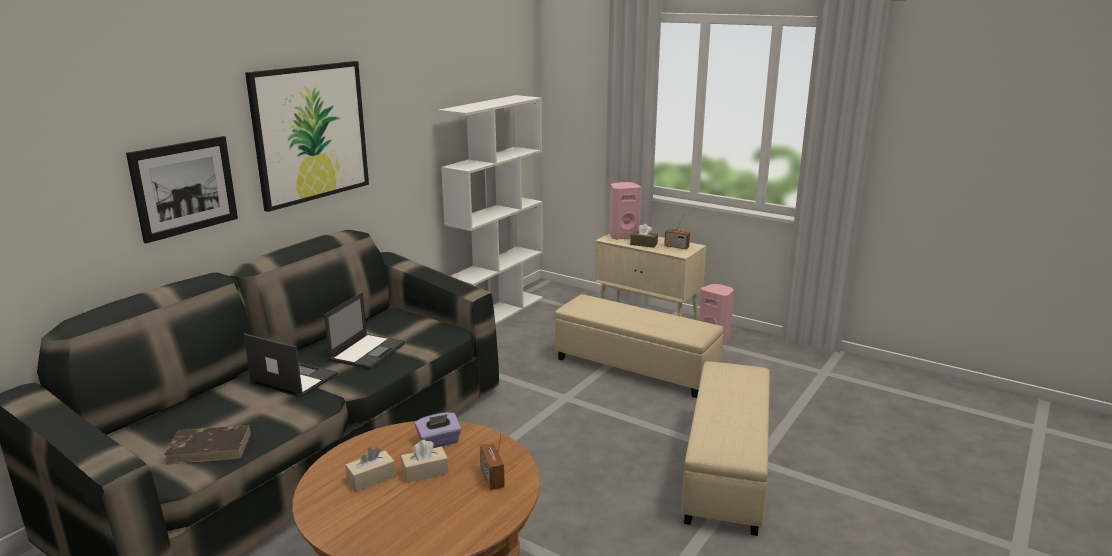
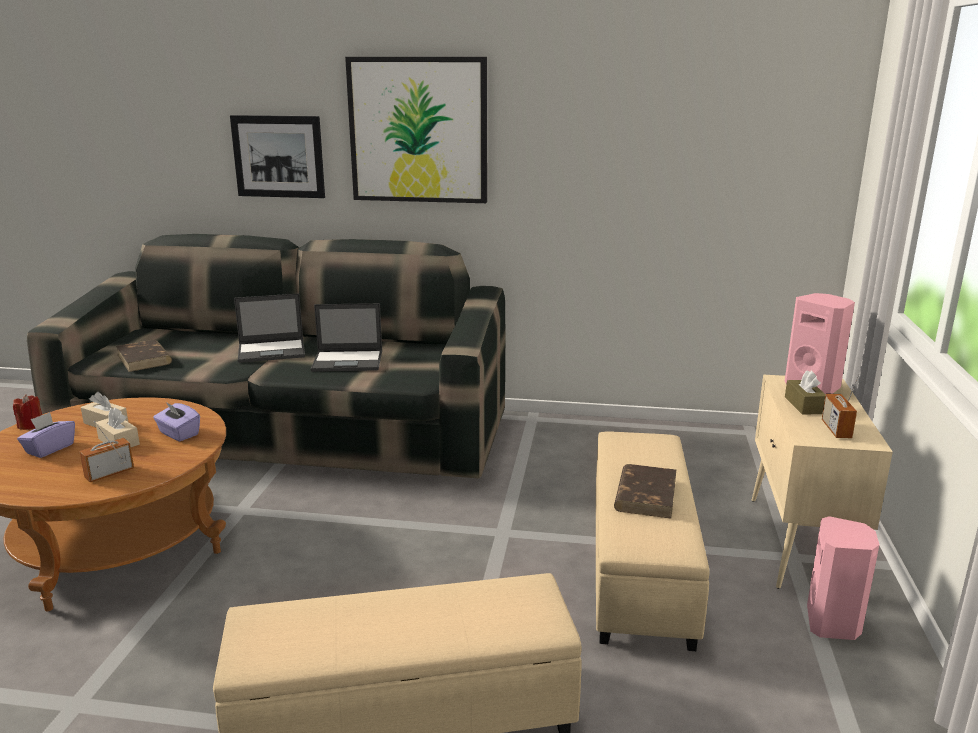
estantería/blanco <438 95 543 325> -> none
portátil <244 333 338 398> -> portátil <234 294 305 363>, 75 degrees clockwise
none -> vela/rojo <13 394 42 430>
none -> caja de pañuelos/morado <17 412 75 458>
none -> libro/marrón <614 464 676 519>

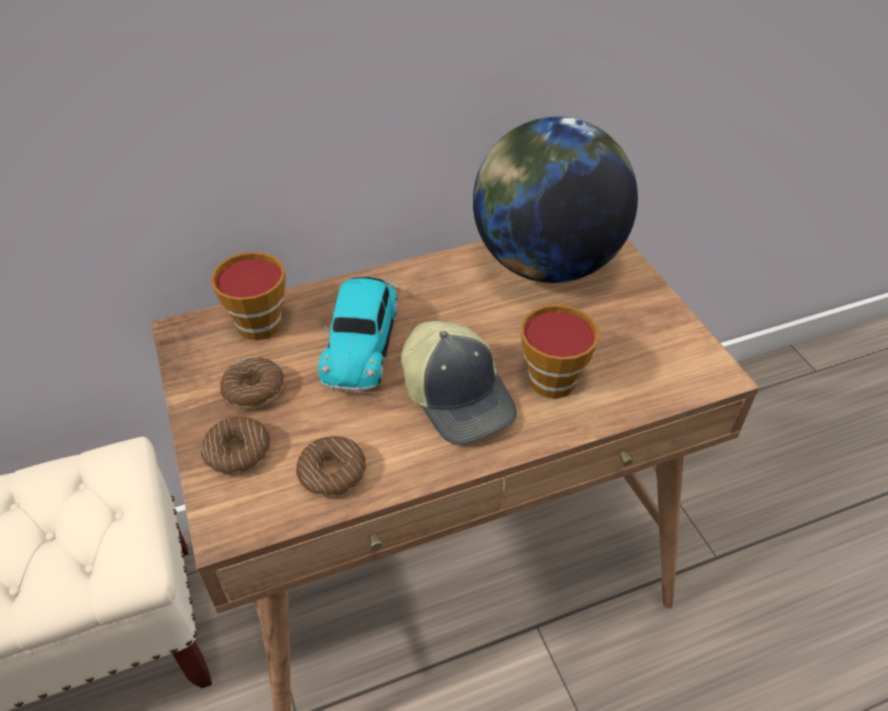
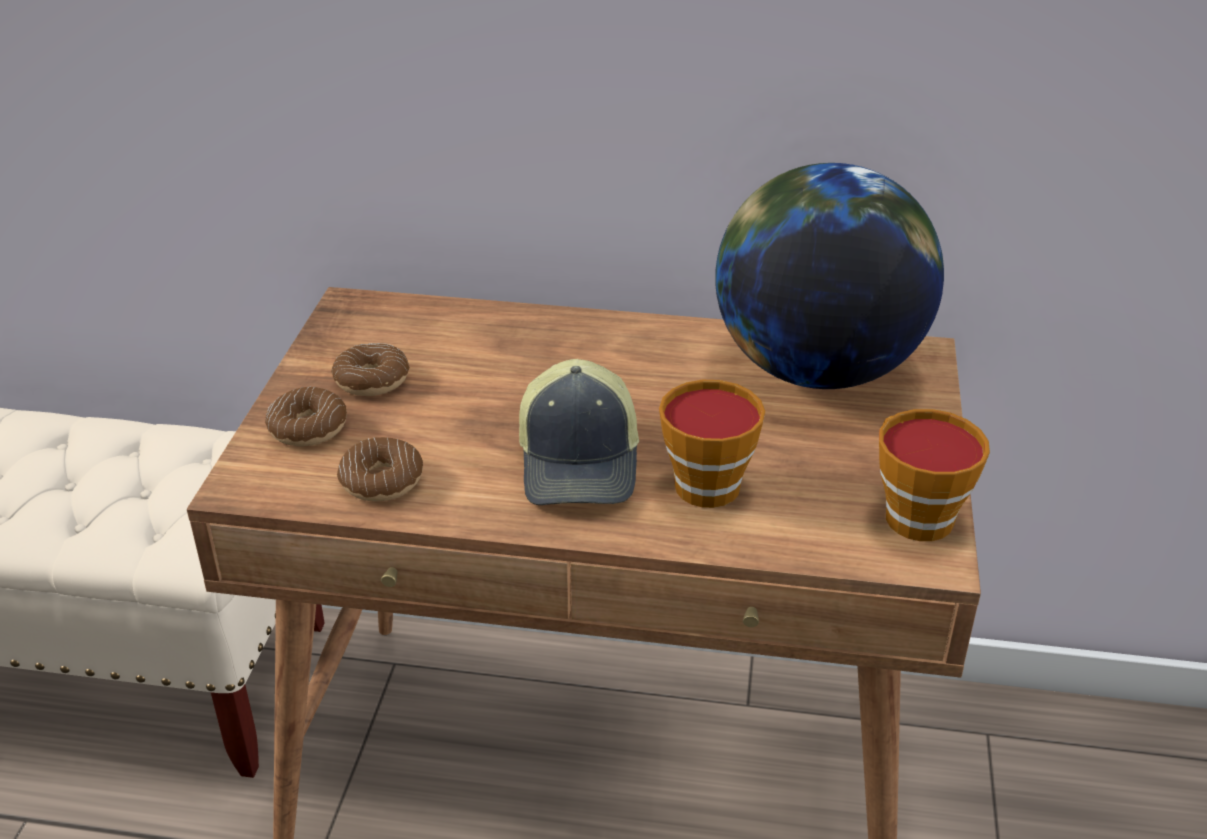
taza <211 252 285 340> -> taza <879 409 990 541>, move
coche de juguete <318 277 399 393> -> none

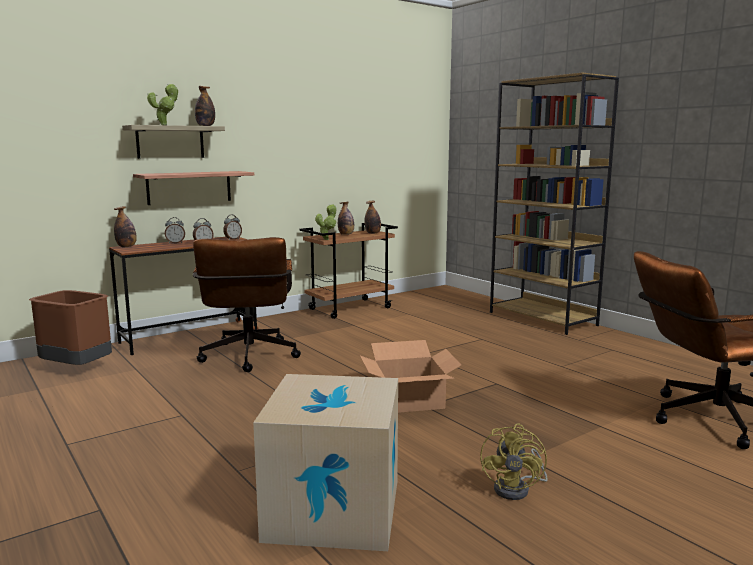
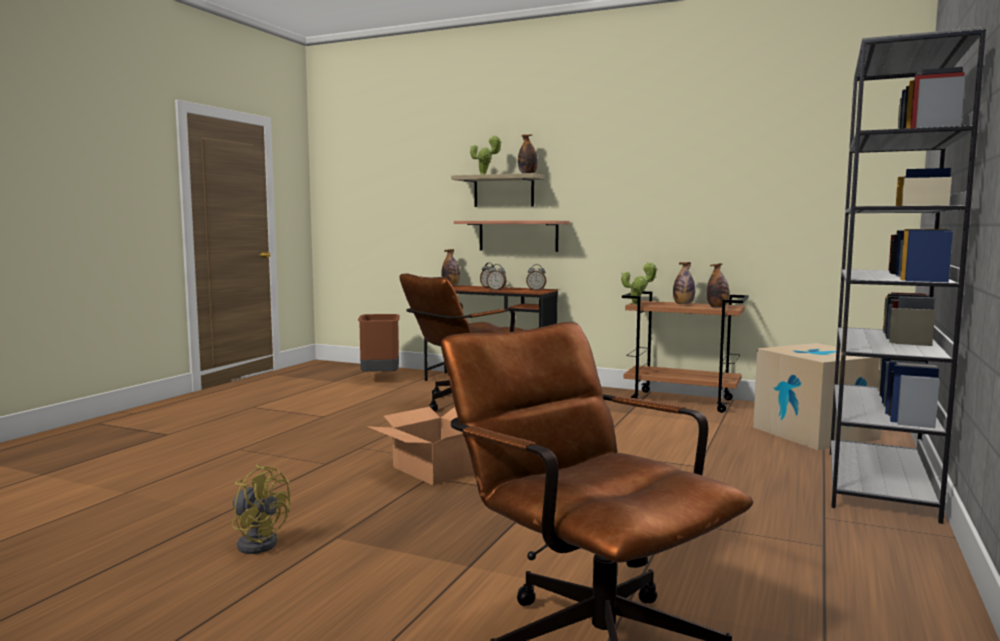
estantería/marrón <490 73 619 335> -> estantería/gris <830 27 986 524>
caja de cartón <253 374 398 551> -> caja de cartón <753 343 881 450>, move
ventilador/amarillo <480 423 547 500> -> ventilador/amarillo <232 465 290 554>, 135 degrees counterclockwise

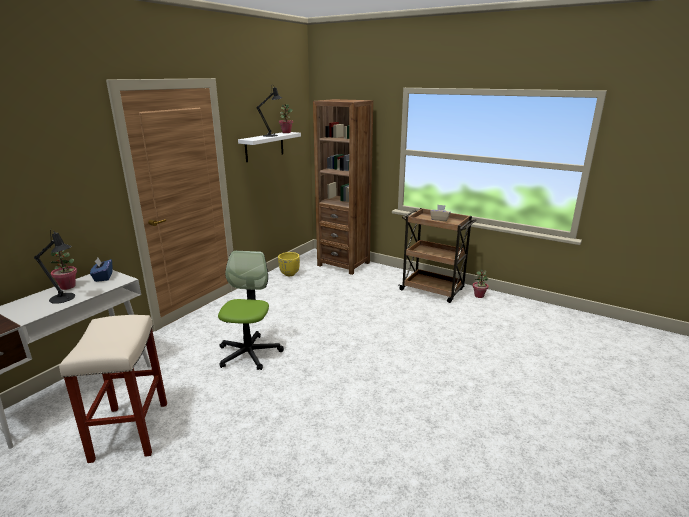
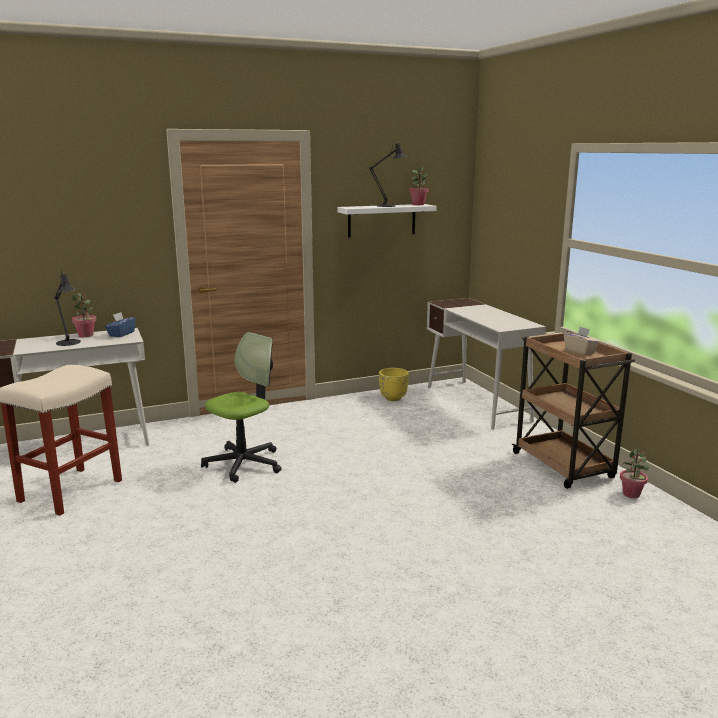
estantería/marrón <313 99 373 275> -> escritorio/blanco <427 298 546 430>

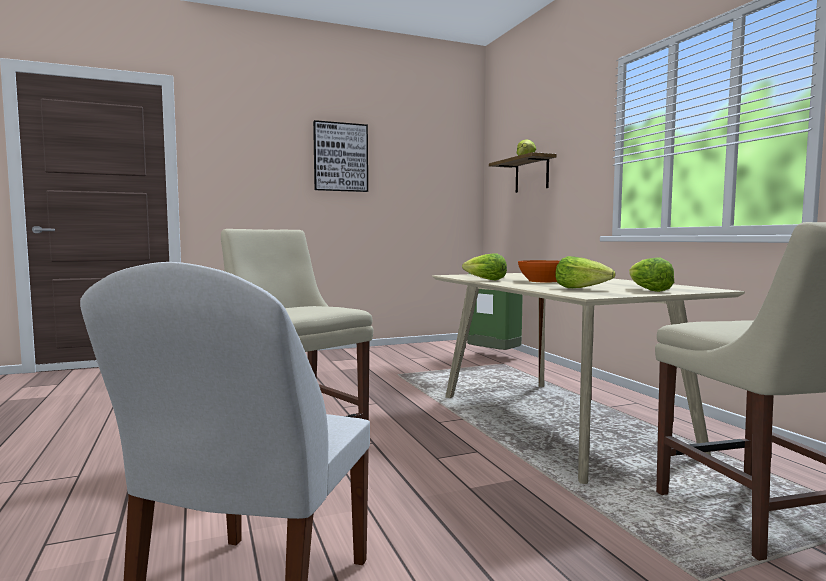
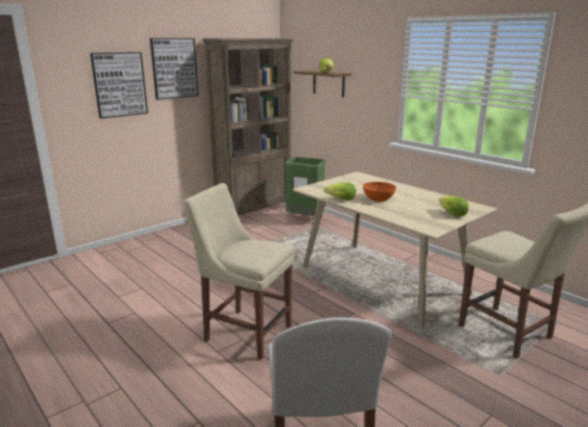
lechuga <555 256 615 288> -> none
none -> estantería/marrón <202 38 294 216>
none -> cuadro <90 52 148 119>

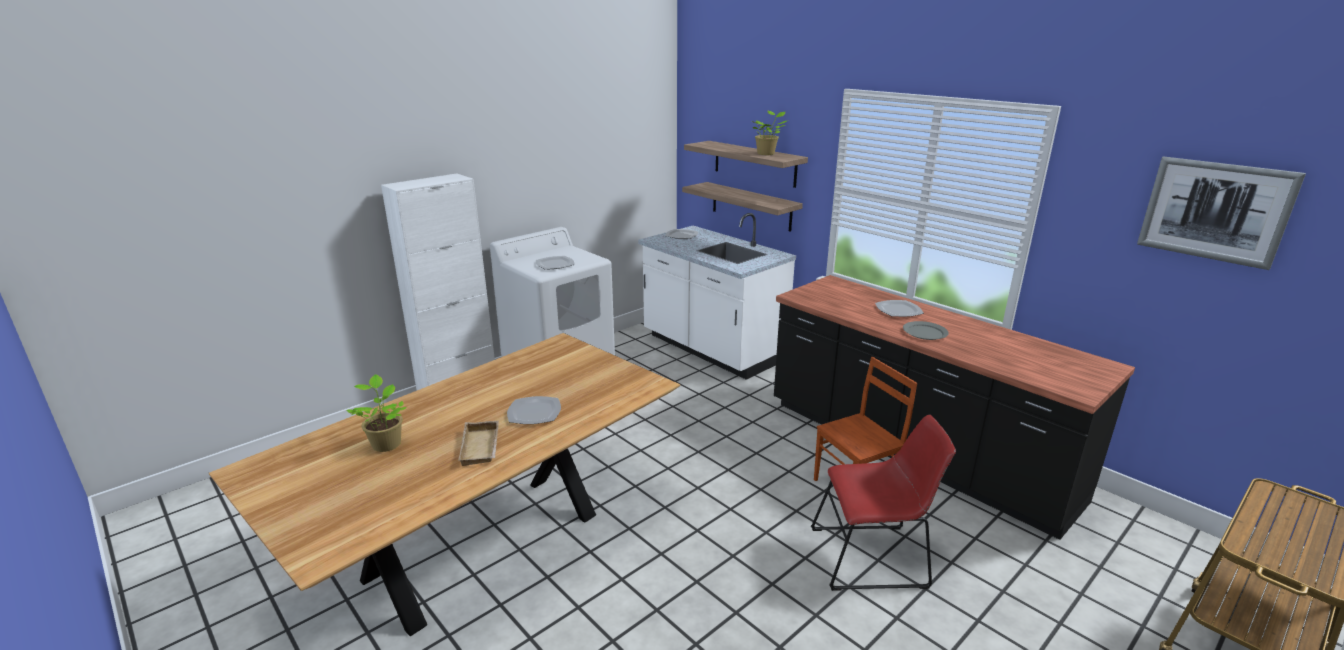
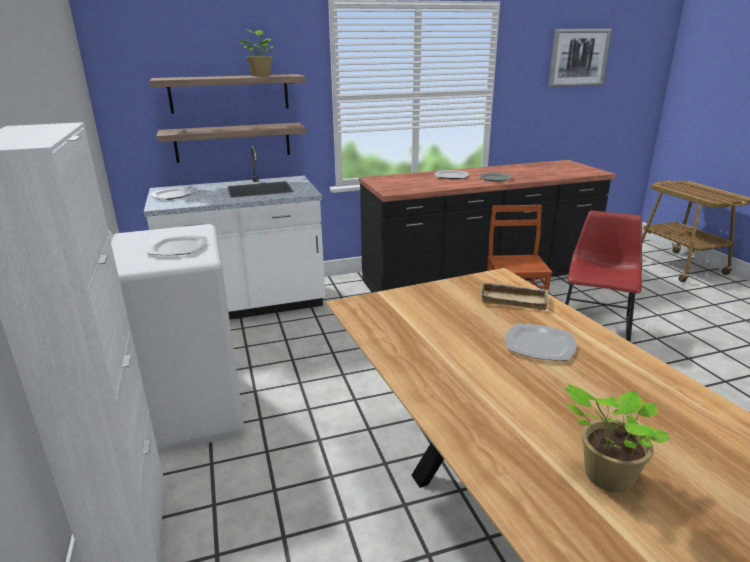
bandeja/beis <458 420 499 466> -> bandeja/beis <480 282 549 310>, move

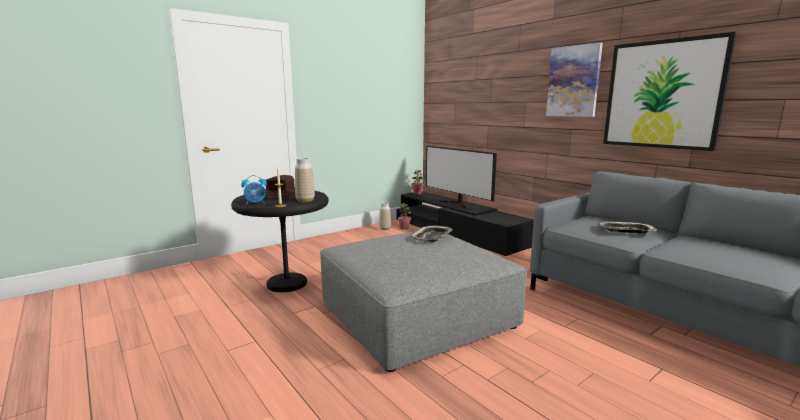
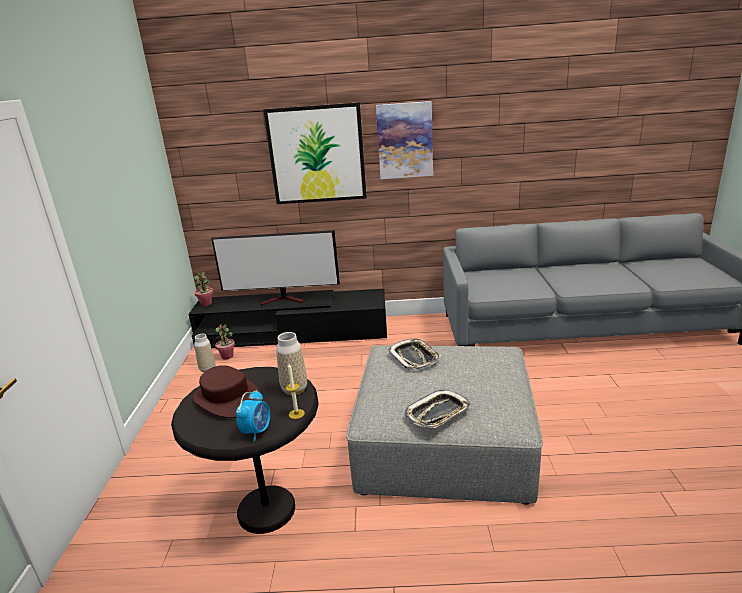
cuadro <603 32 737 151> -> cuadro <263 102 367 204>, move
bandeja <598 221 658 234> -> bandeja <404 390 471 428>, move

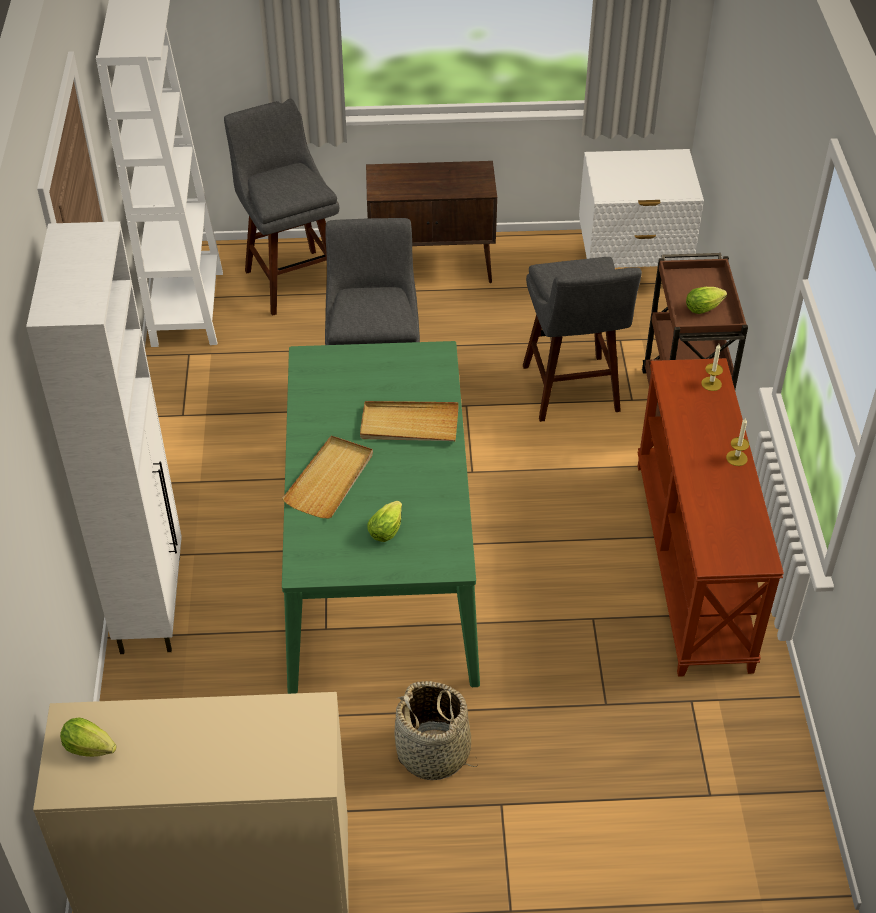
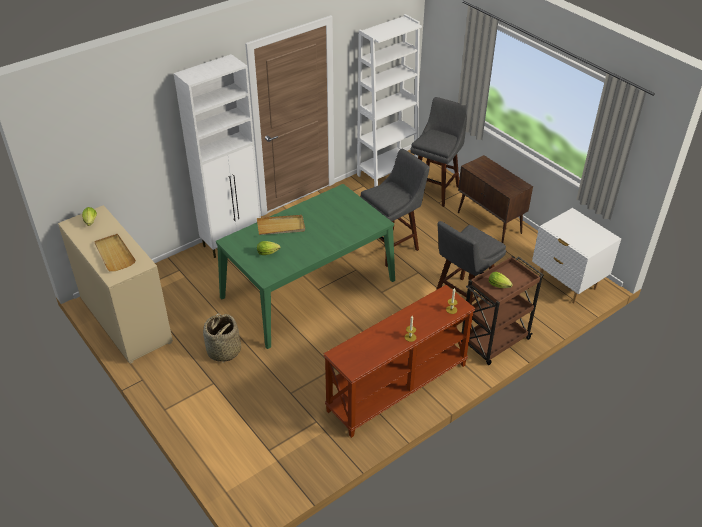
bandeja/beis <360 401 459 441> -> bandeja/beis <94 234 136 272>, move

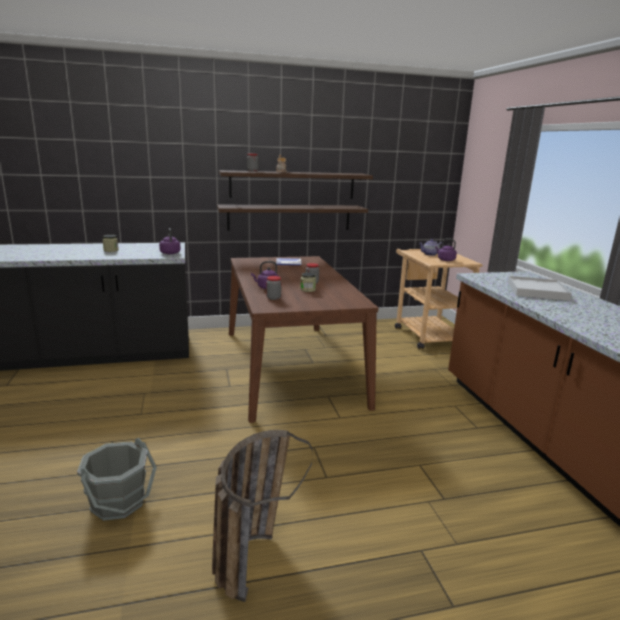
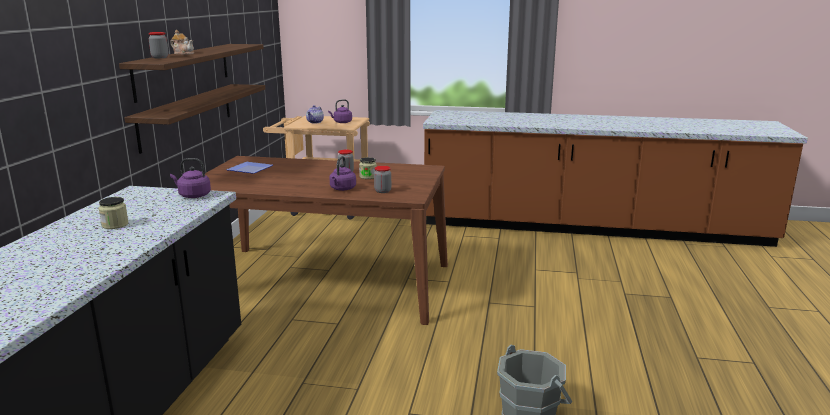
bandeja/blanco <508 276 572 300> -> none
cesta <212 430 313 602> -> none

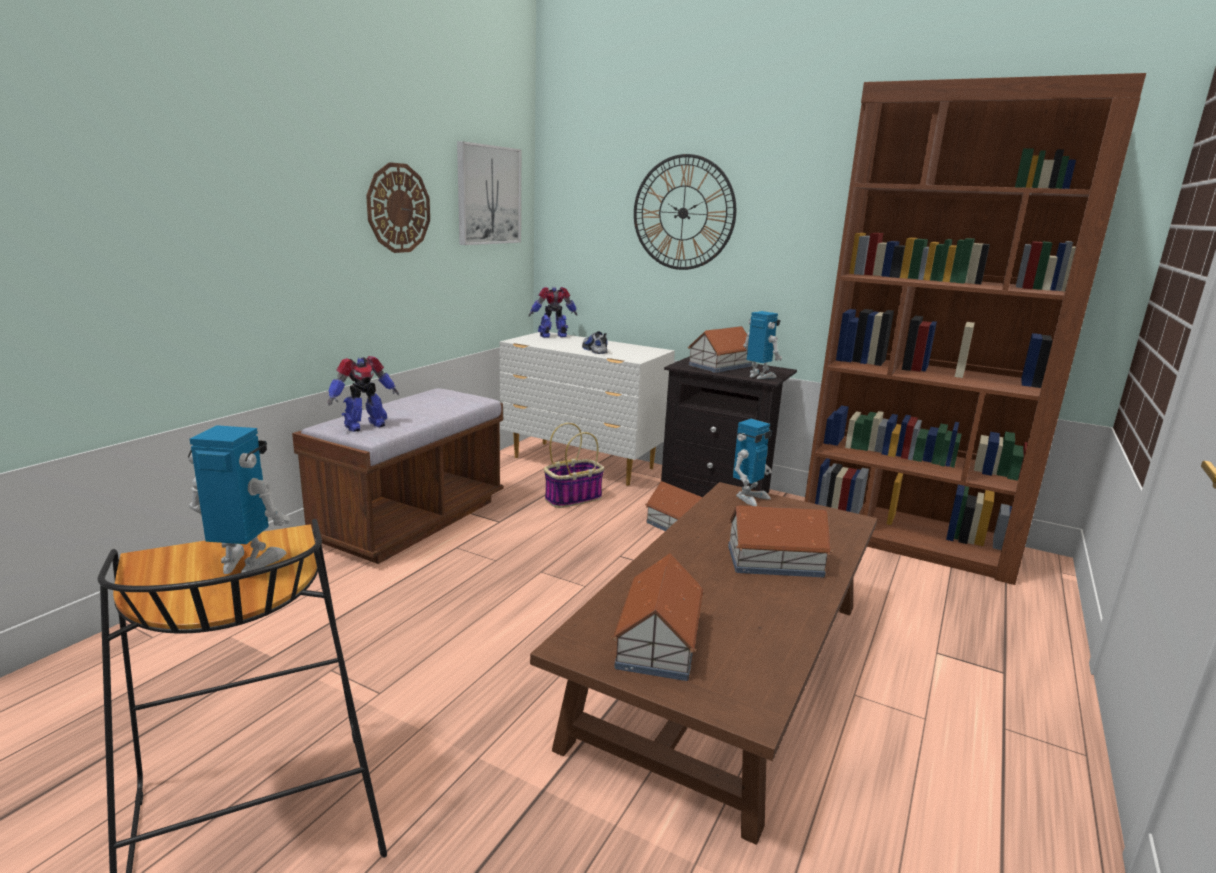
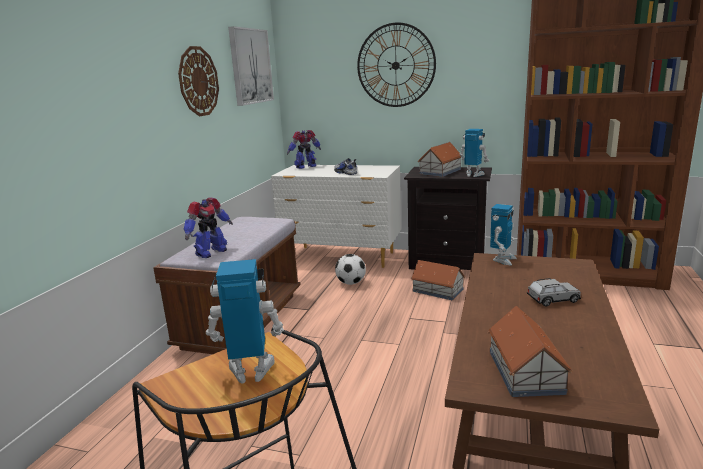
cesta <544 423 604 508> -> balón de fútbol <335 254 366 285>
casita <728 505 833 577> -> coche de juguete/gris <527 278 581 306>

